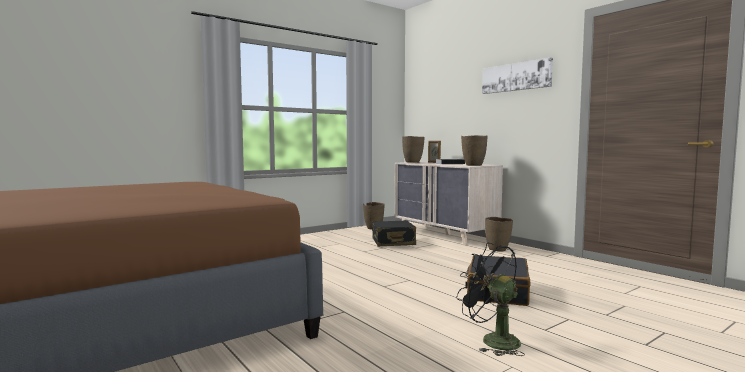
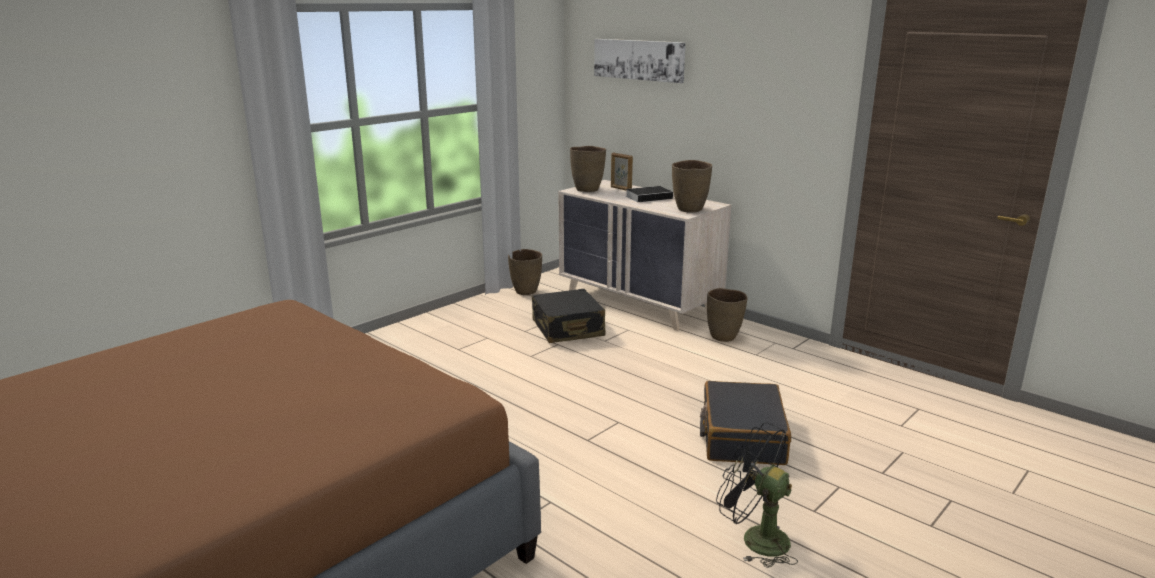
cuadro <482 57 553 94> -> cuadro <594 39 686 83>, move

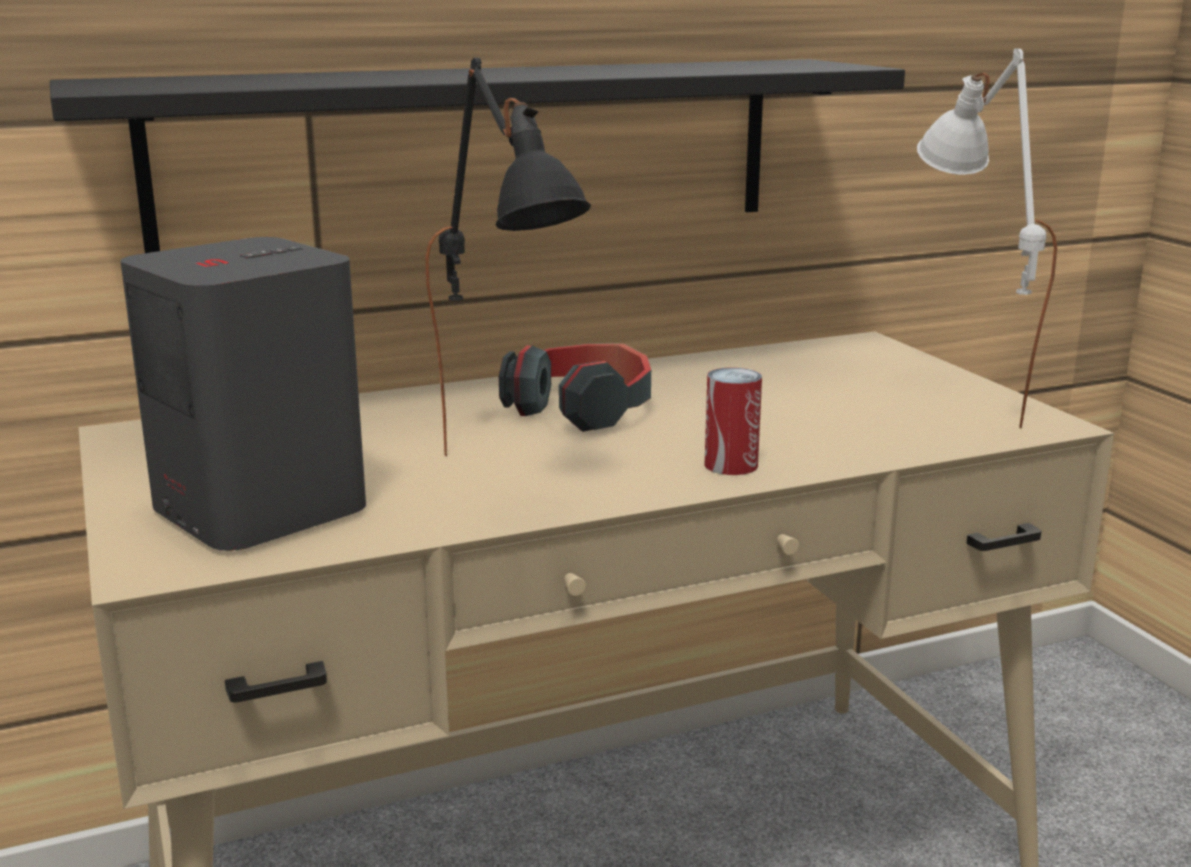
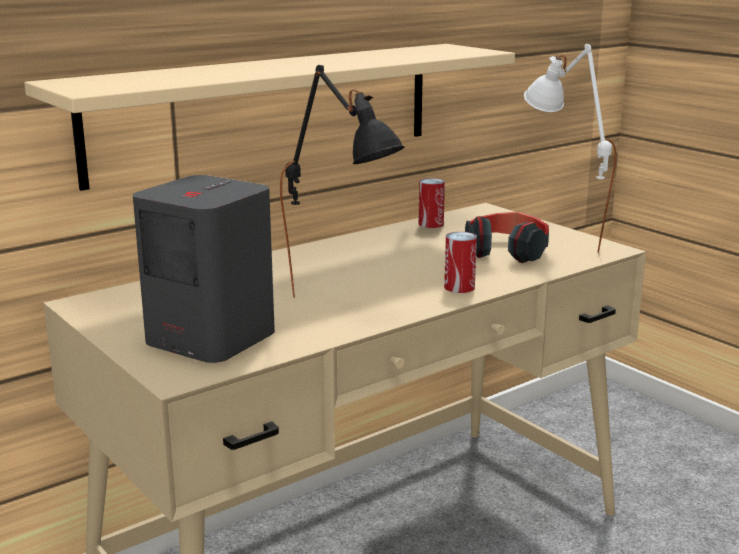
estante/negro <50 59 905 253> -> estante/beis <24 44 515 191>
auriculares <499 343 651 432> -> auriculares <465 211 549 263>, move
none -> lata <418 178 445 228>

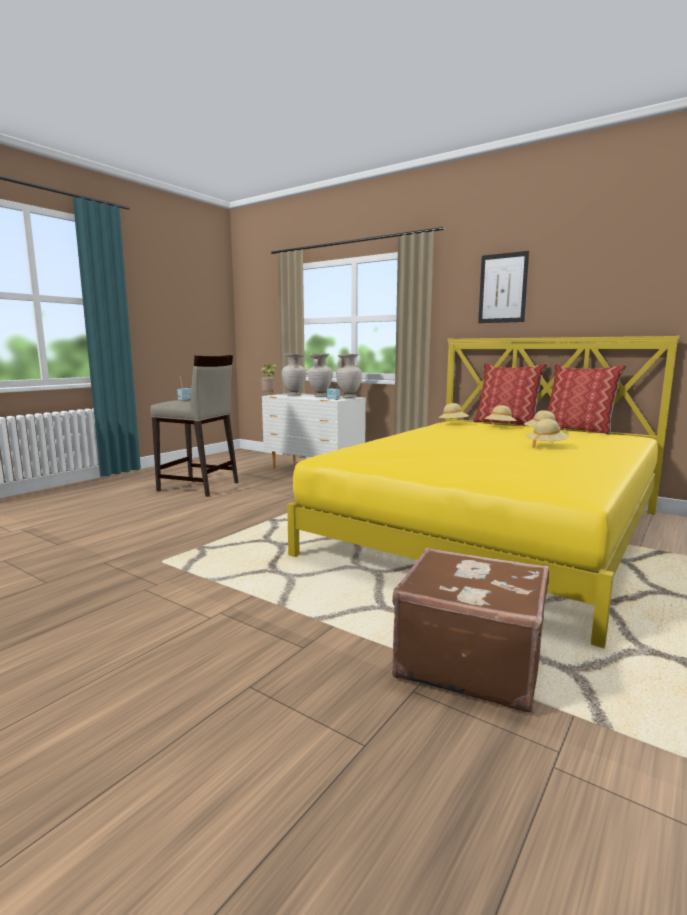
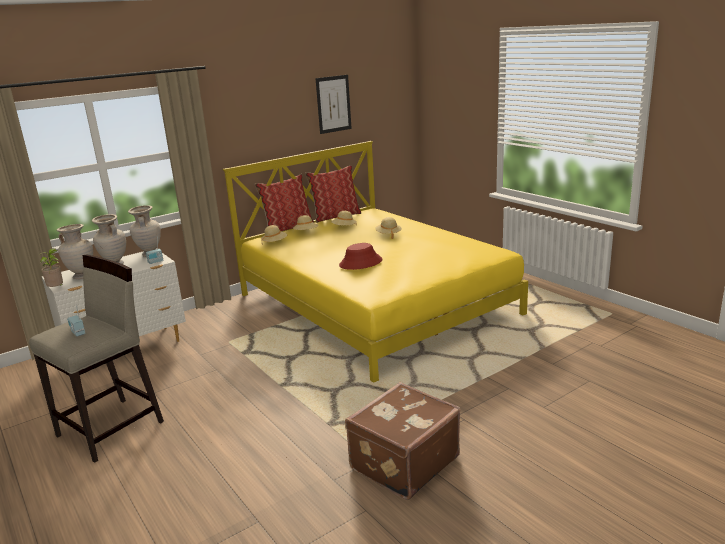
cuadro <478 251 529 323> -> cuadro <315 75 352 134>, move
maleta/marrón <392 548 549 713> -> maleta/marrón <345 382 461 500>, move
none -> sombrero/rojo <339 243 383 270>

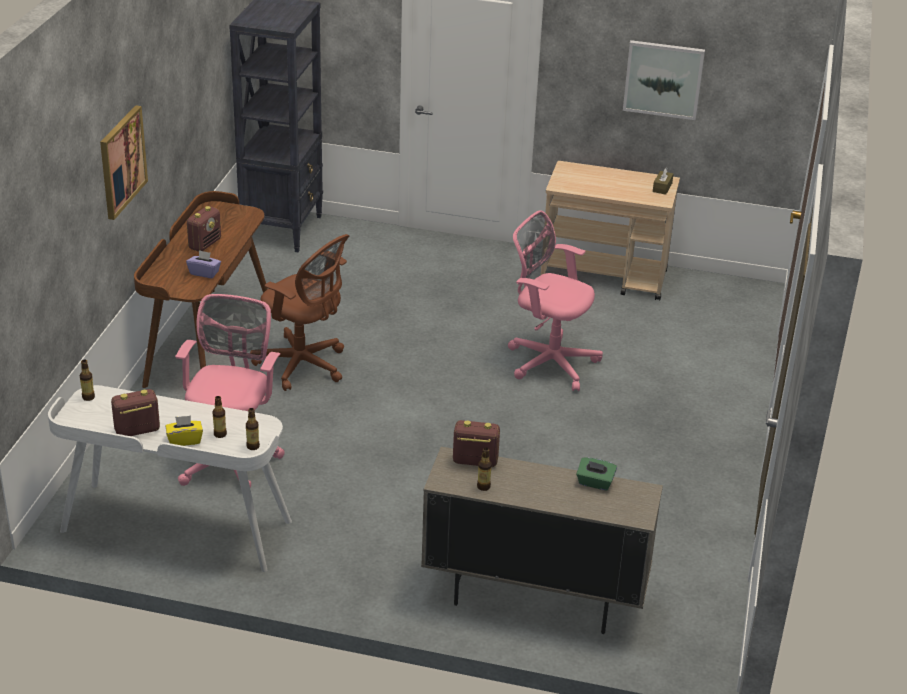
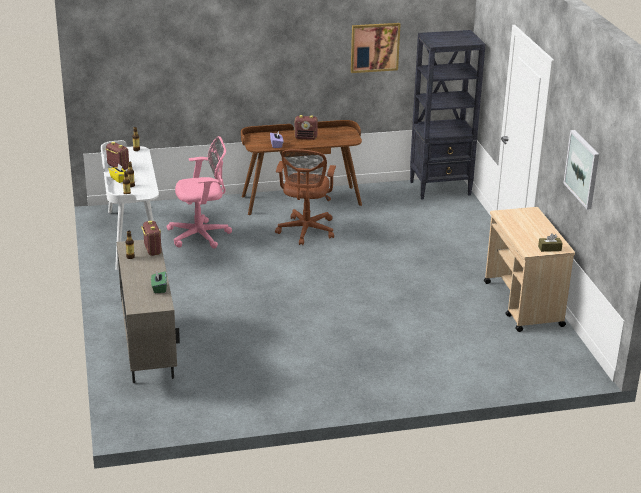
cuadro <100 105 148 220> -> cuadro <351 23 400 73>, move
silla de oficina/rosa <508 210 603 391> -> none

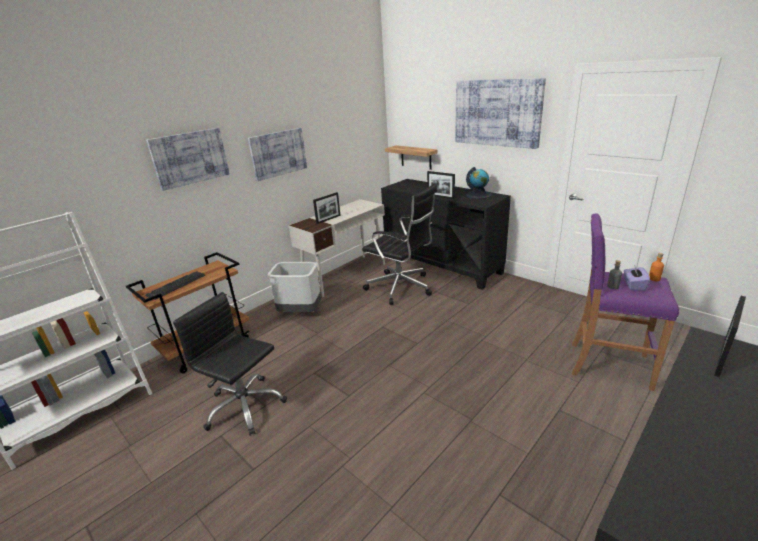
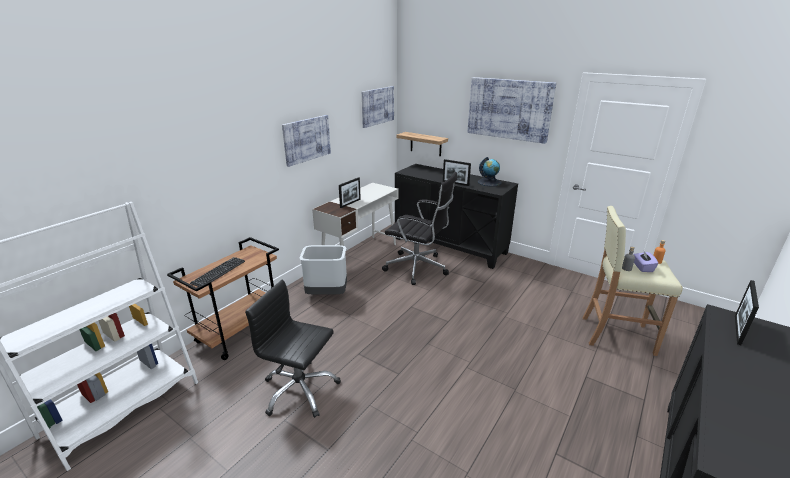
cuadro <146 128 230 191> -> cuadro <362 86 394 128>, move
taburete/morado <572 213 680 391> -> taburete/beis <582 206 683 356>

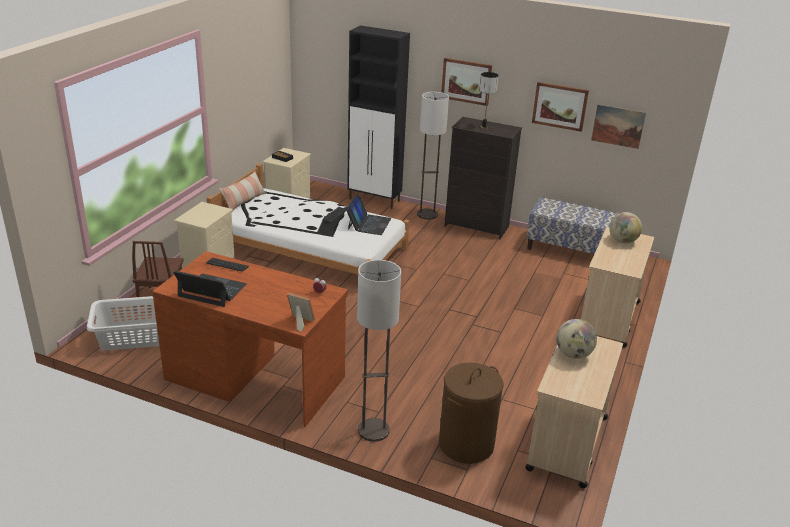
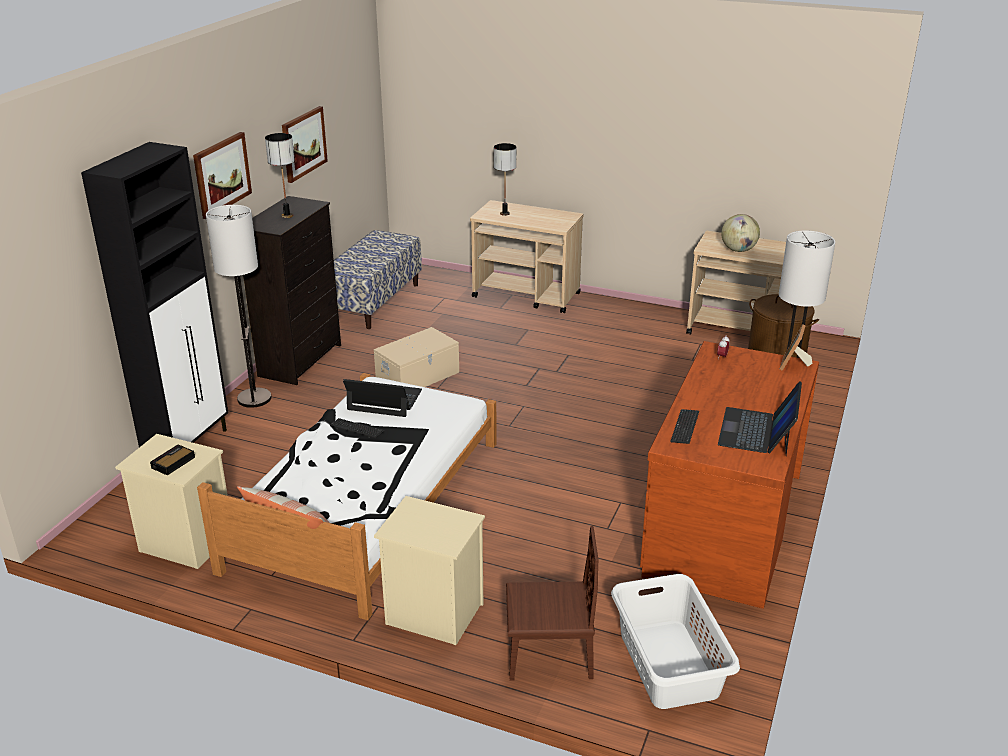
cuadro <591 104 646 149> -> none
globo terráqueo <609 212 642 244> -> lámpara de mesa <494 143 516 216>
none -> caja de almacenaje/beis <374 327 459 387>

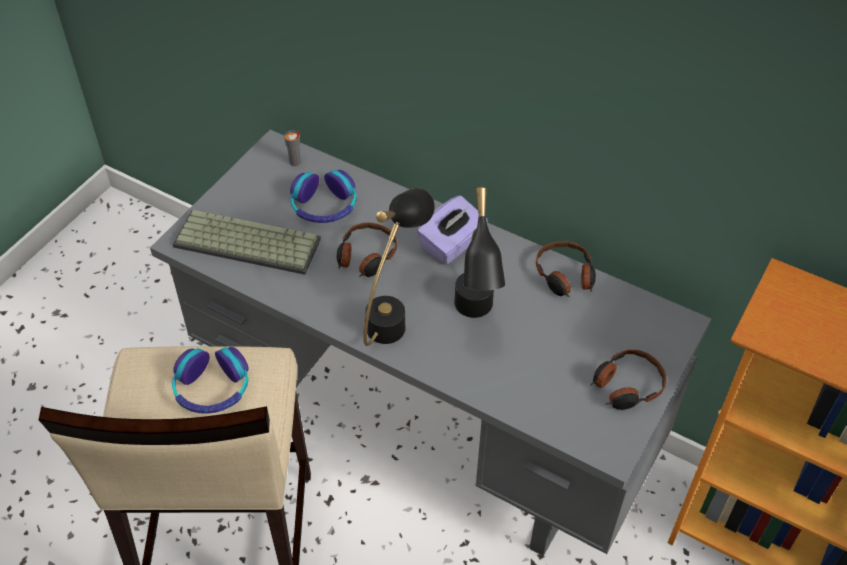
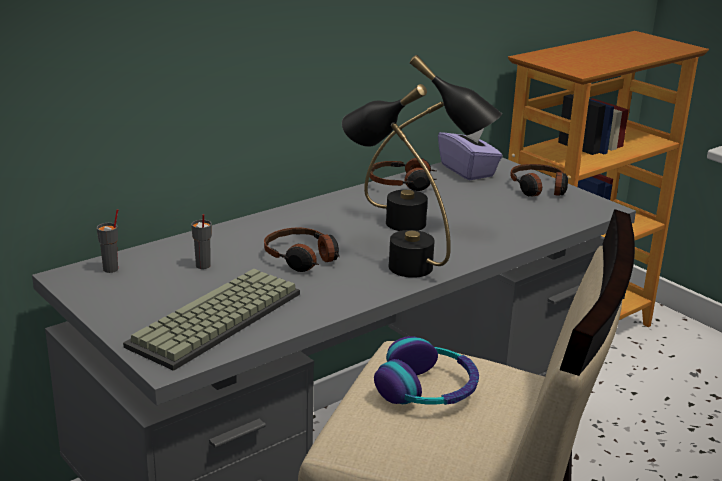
auriculares <290 170 357 223> -> taza/gris <191 214 212 269>
caja de pañuelos/morado <417 195 488 265> -> caja de pañuelos/morado <438 128 503 181>, move

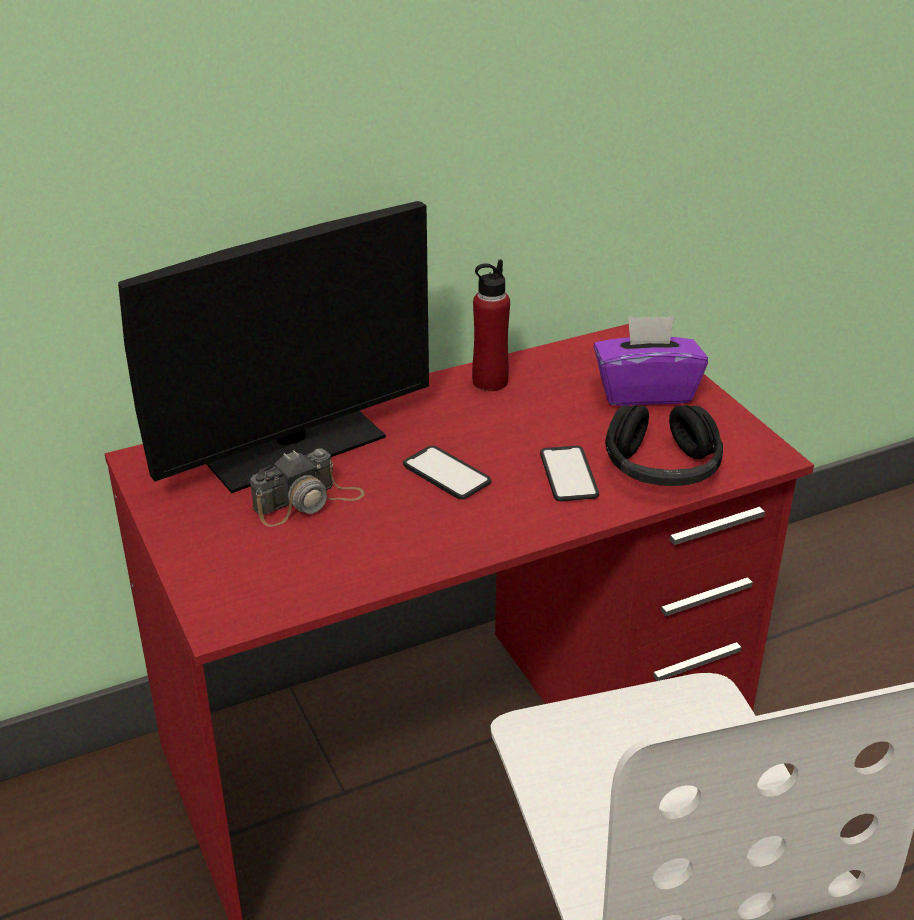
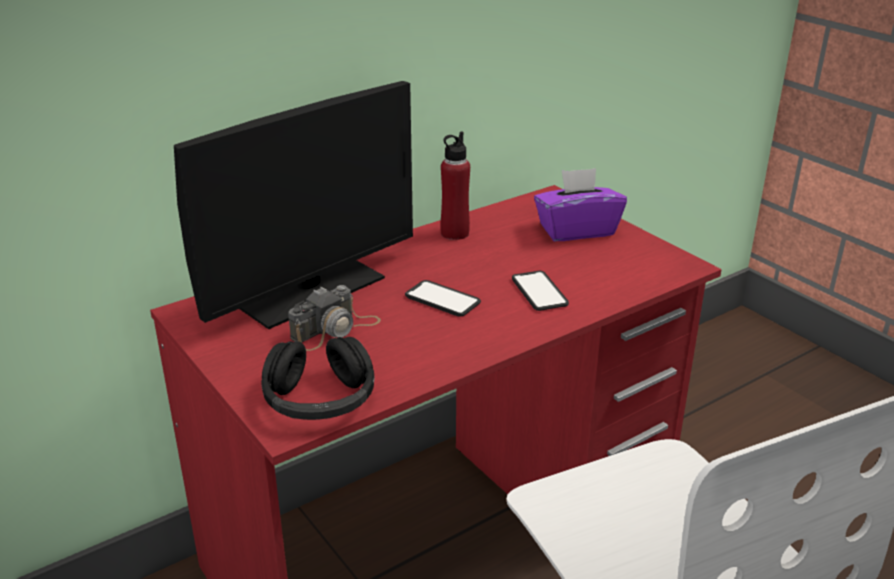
auriculares/negro <605 405 723 486> -> auriculares/negro <261 337 375 420>, move

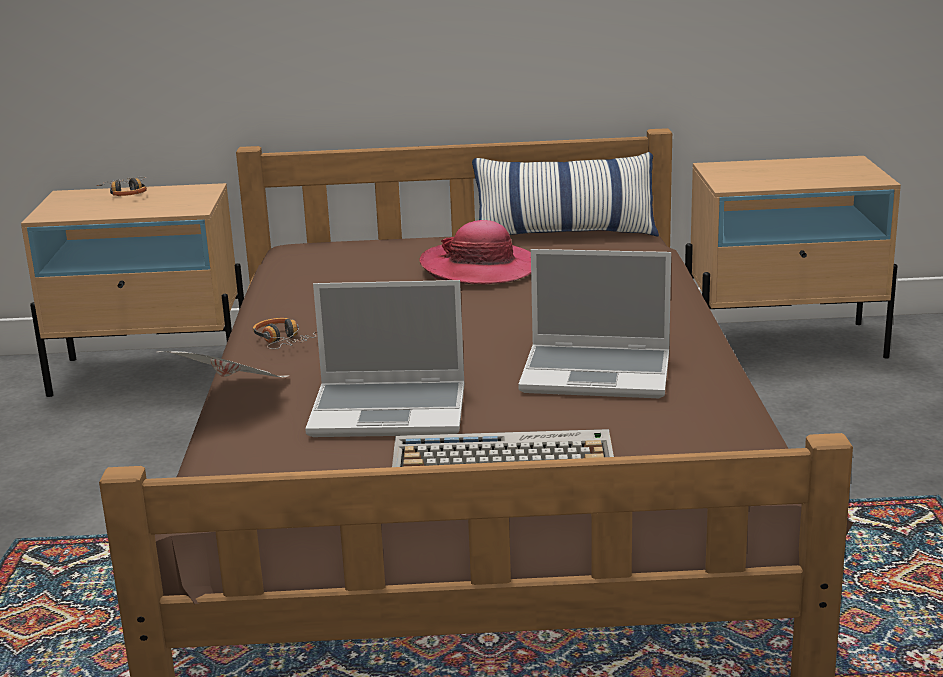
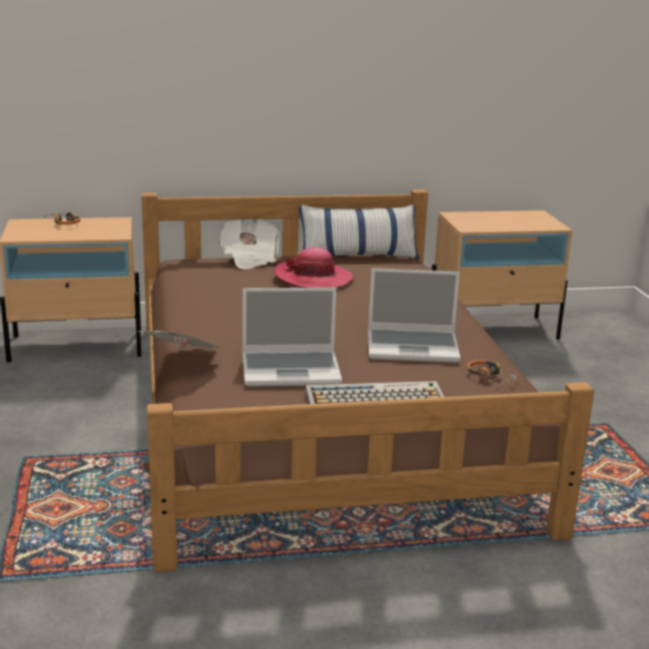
auriculares <253 318 317 349> -> auriculares <467 360 520 386>, move
none -> periódico <218 219 280 269>

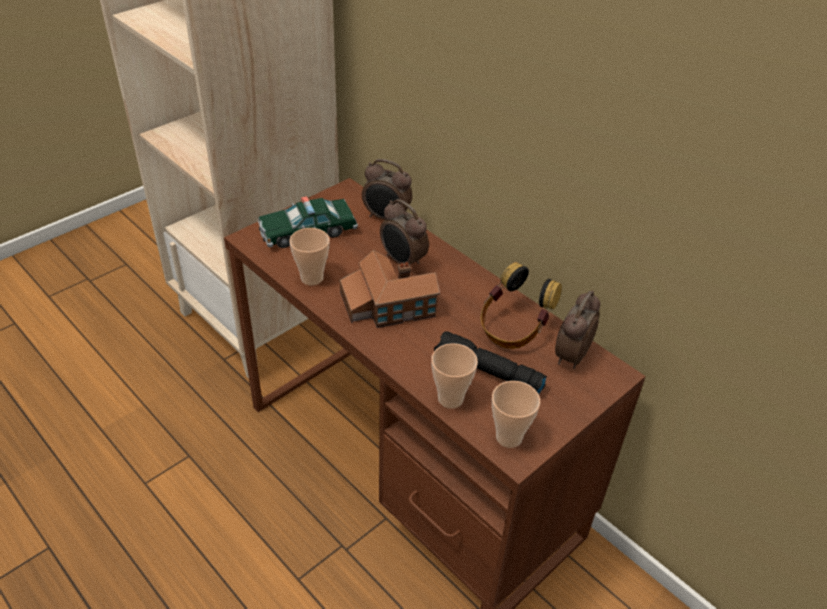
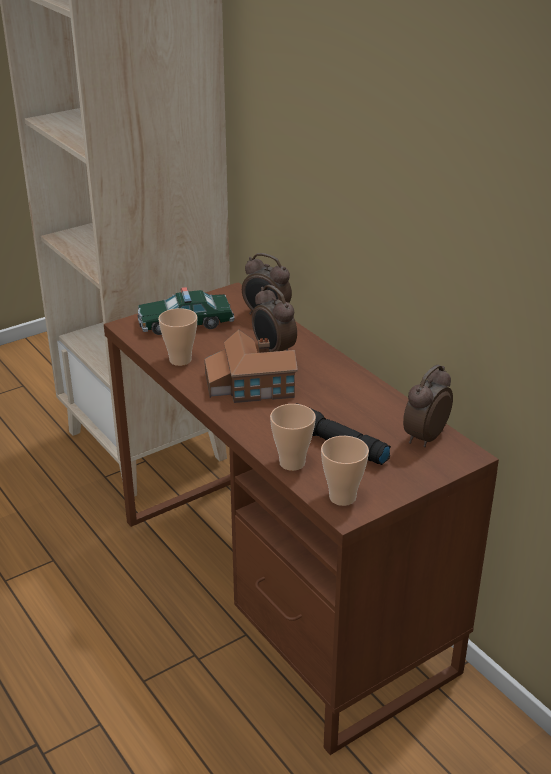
auriculares <480 262 562 349> -> none

